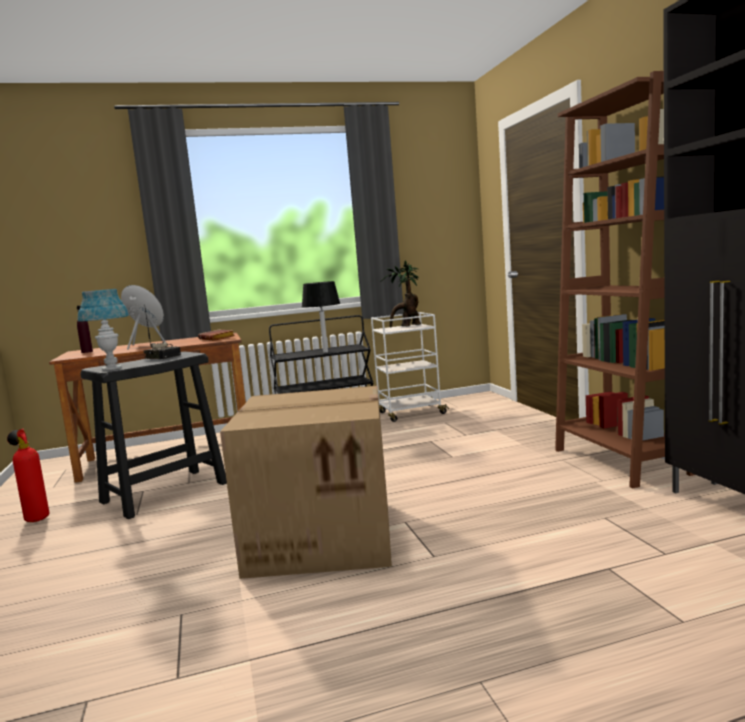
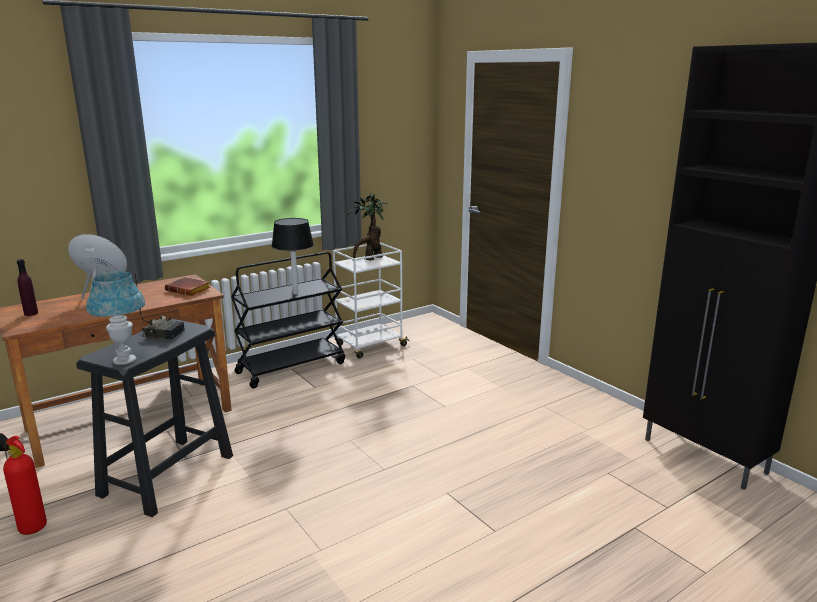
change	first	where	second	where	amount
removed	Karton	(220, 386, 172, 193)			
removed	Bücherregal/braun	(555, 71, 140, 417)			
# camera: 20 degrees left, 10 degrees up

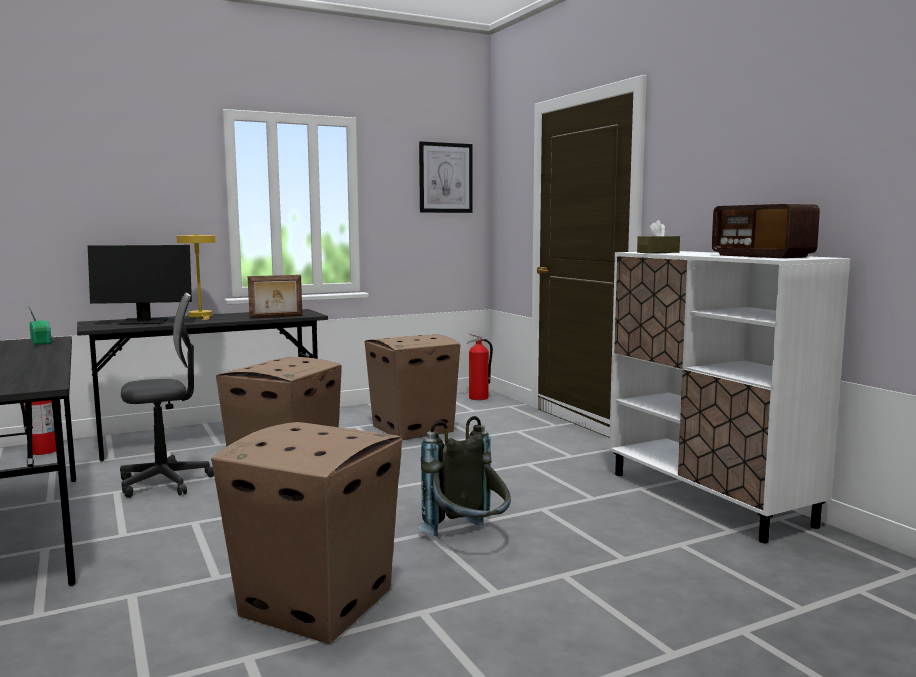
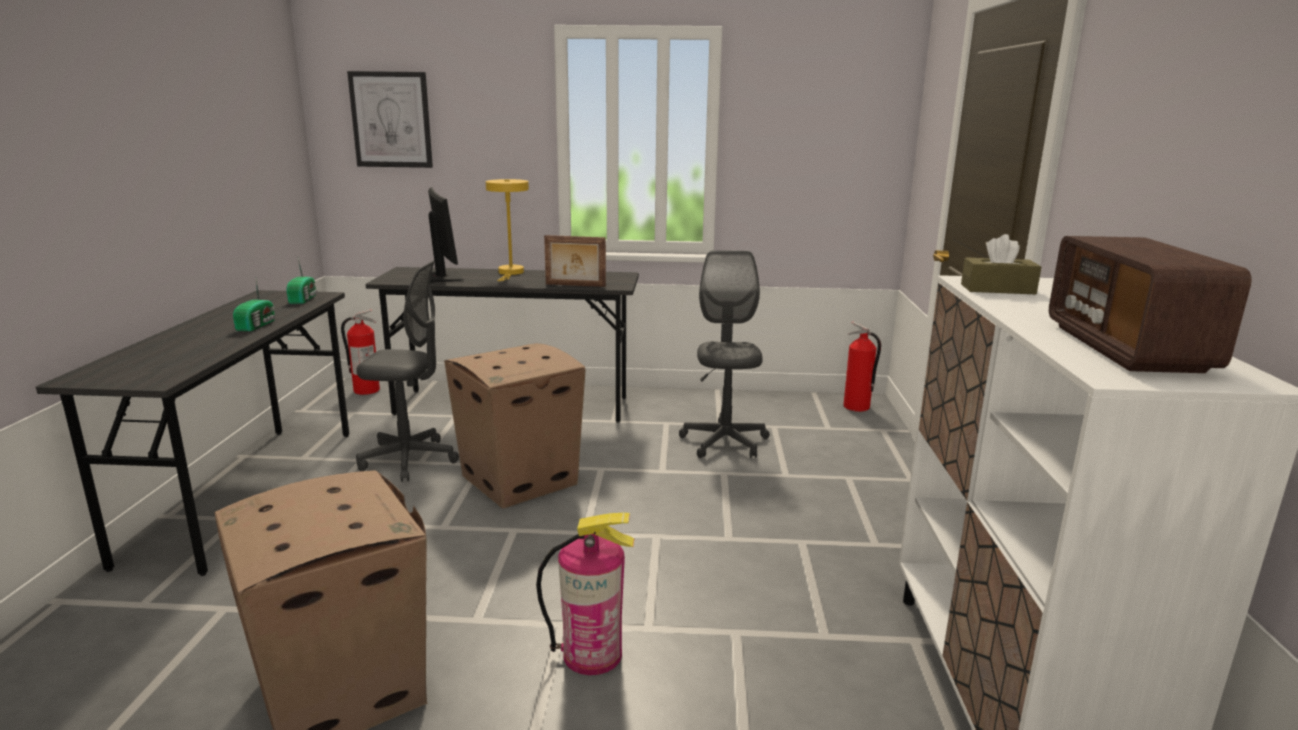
change	first	where	second	where	amount
added			Radio	(233, 279, 42, 52)	
moved	Bild	(419, 141, 54, 72)		(347, 71, 86, 97)	
replaced	Karton	(365, 335, 95, 105)	Bürostuhl/grau	(679, 250, 90, 208)	
replaced	Rucksack/grau	(418, 416, 93, 120)	Feuerlöscher	(536, 513, 98, 162)	
turned	Monitor	(88, 245, 104, 80)		(428, 187, 36, 96)	135 degrees counterclockwise
# camera: 30 degrees right, 10 degrees up

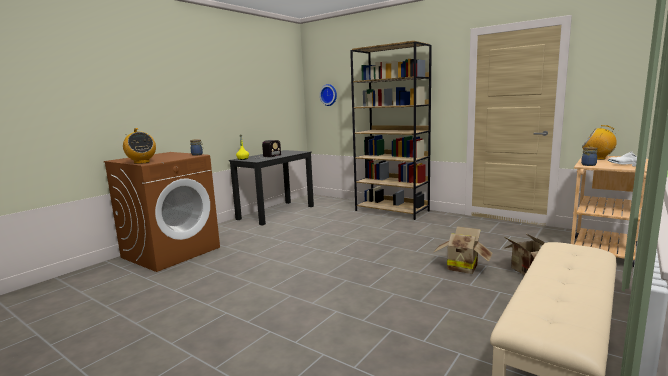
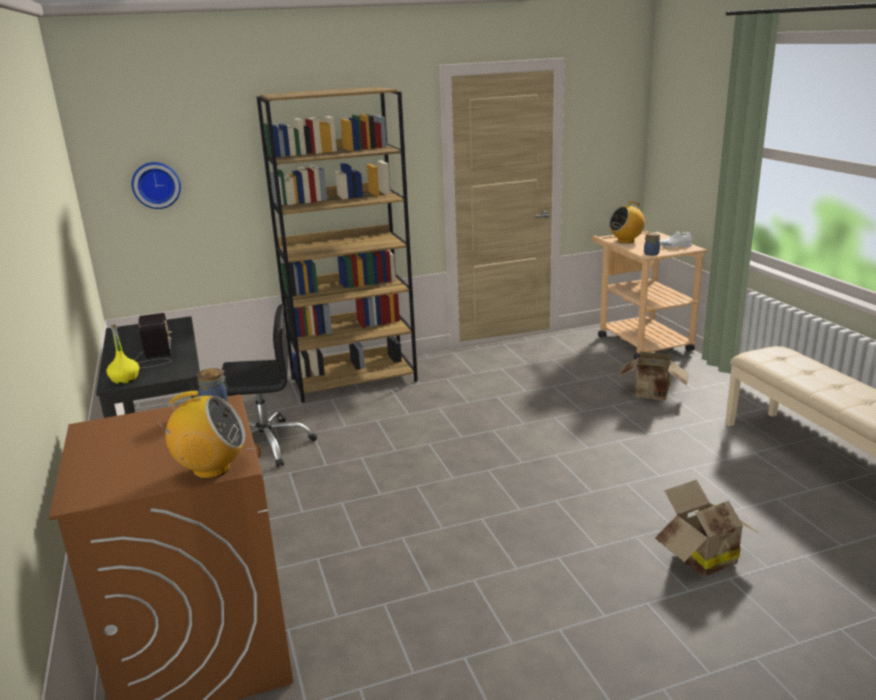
change	first	where	second	where	amount
added			Bürostuhl/schwarz	(222, 304, 95, 164)	
moved	Karton	(433, 226, 60, 48)		(655, 480, 104, 97)	
# camera: 55 degrees left, 10 degrees up

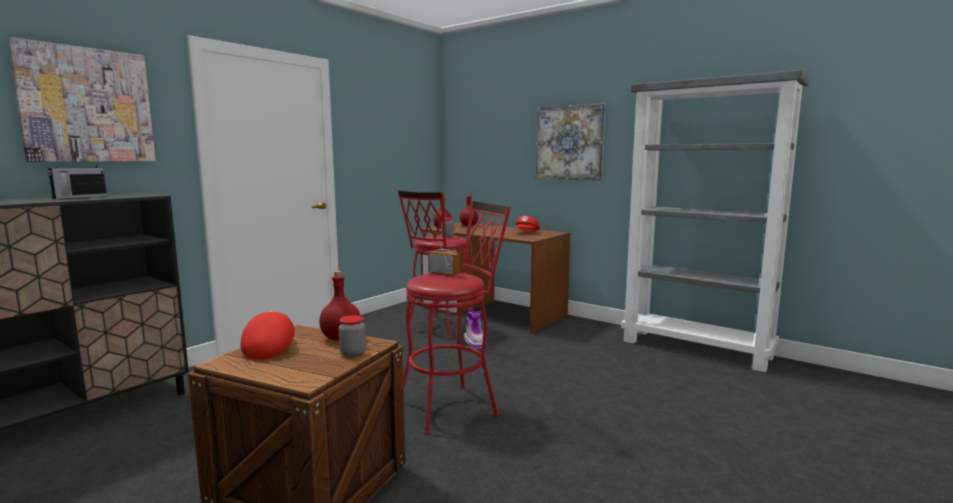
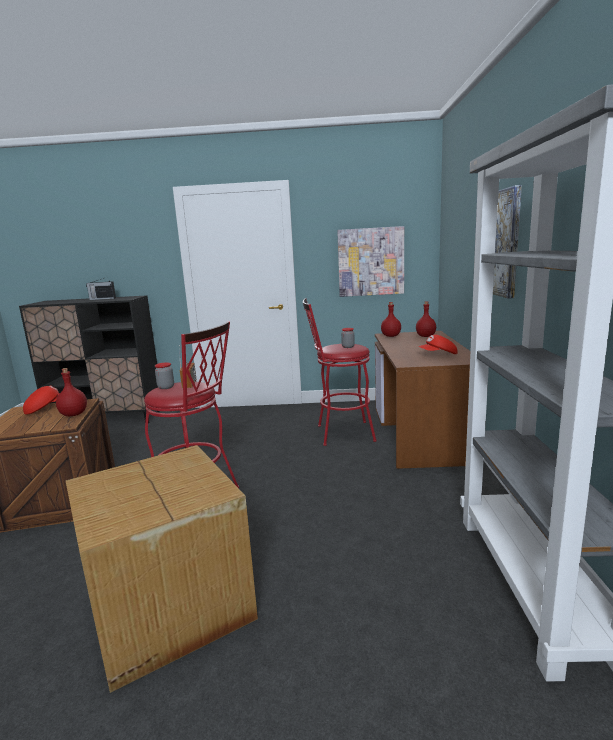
change	first	where	second	where	amount
removed	Stiefel	(464, 308, 23, 41)			
added			Karton	(66, 445, 192, 248)	
moved	Bild	(8, 37, 147, 125)		(337, 226, 67, 71)	
moved	Vorratsglas	(339, 315, 27, 42)		(155, 362, 19, 27)	
# camera: 55 degrees right, 5 degrees up

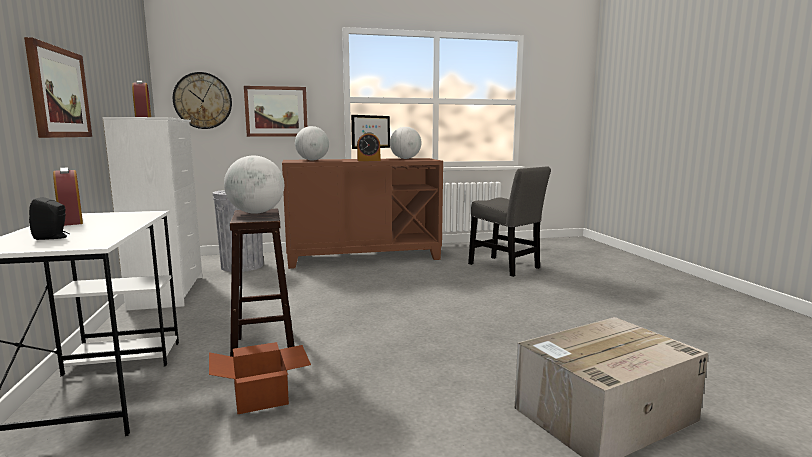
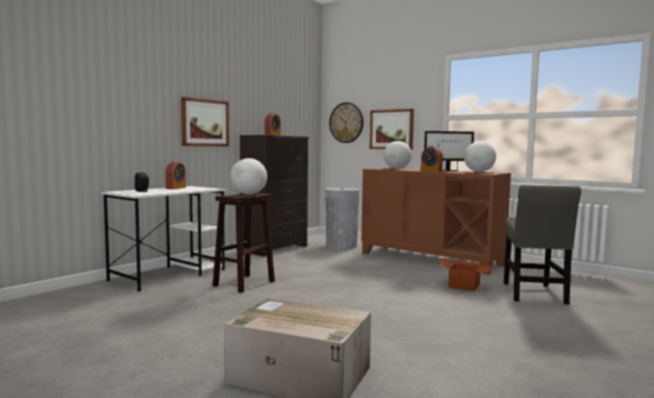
change	first	where	second	where	amount
moved	Karton	(209, 342, 102, 73)		(438, 257, 55, 34)	
recoloured	Kommode/weiß	(103, 117, 99, 194)	Kommode/schwarz	(239, 135, 70, 122)	
# camera: 50 degrees right, 5 degrees down

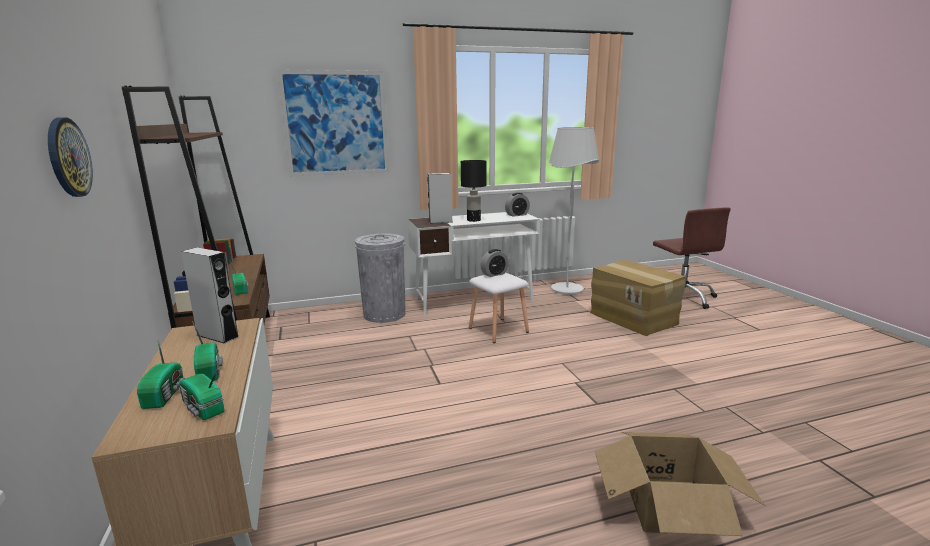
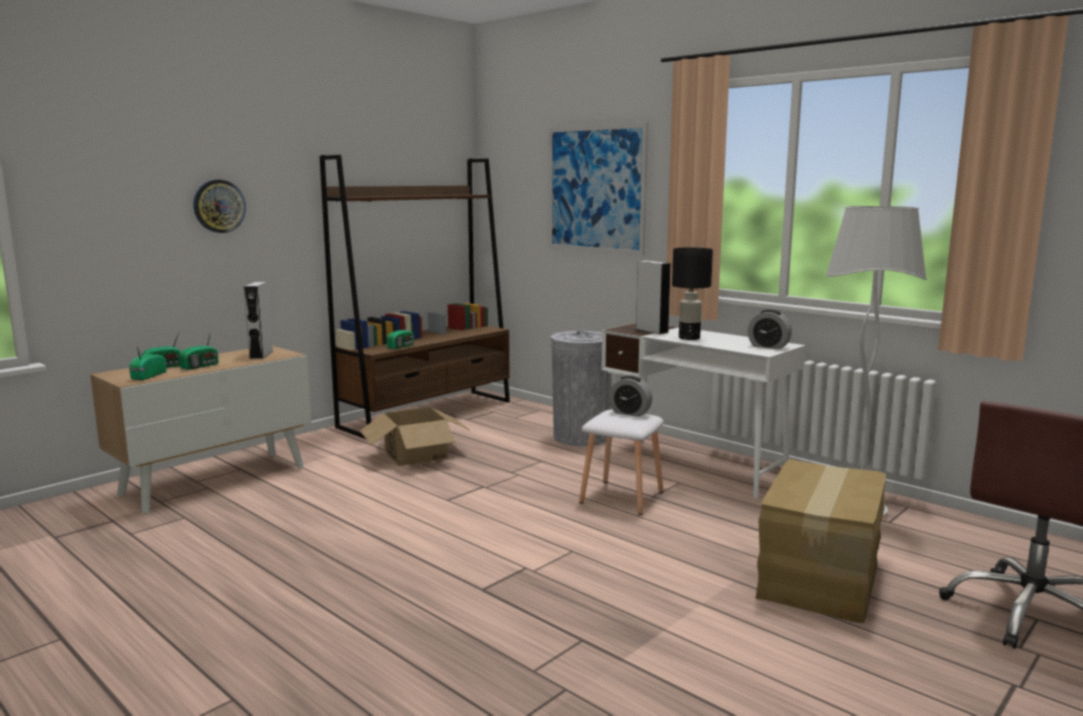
change	first	where	second	where	amount
moved	Karton	(595, 432, 170, 104)		(360, 407, 111, 59)	
# camera: 60 degrees right, 5 degrees down

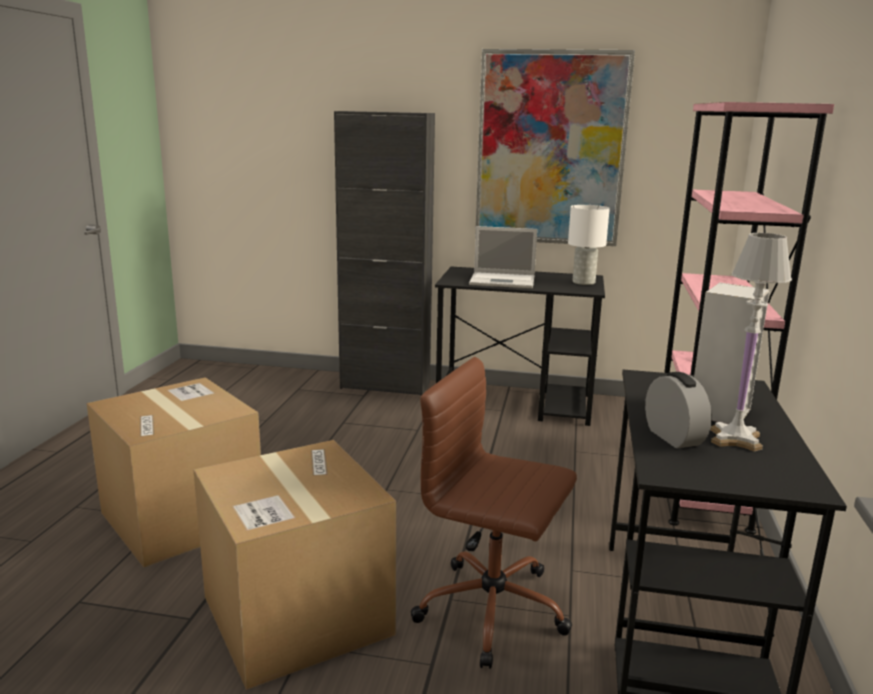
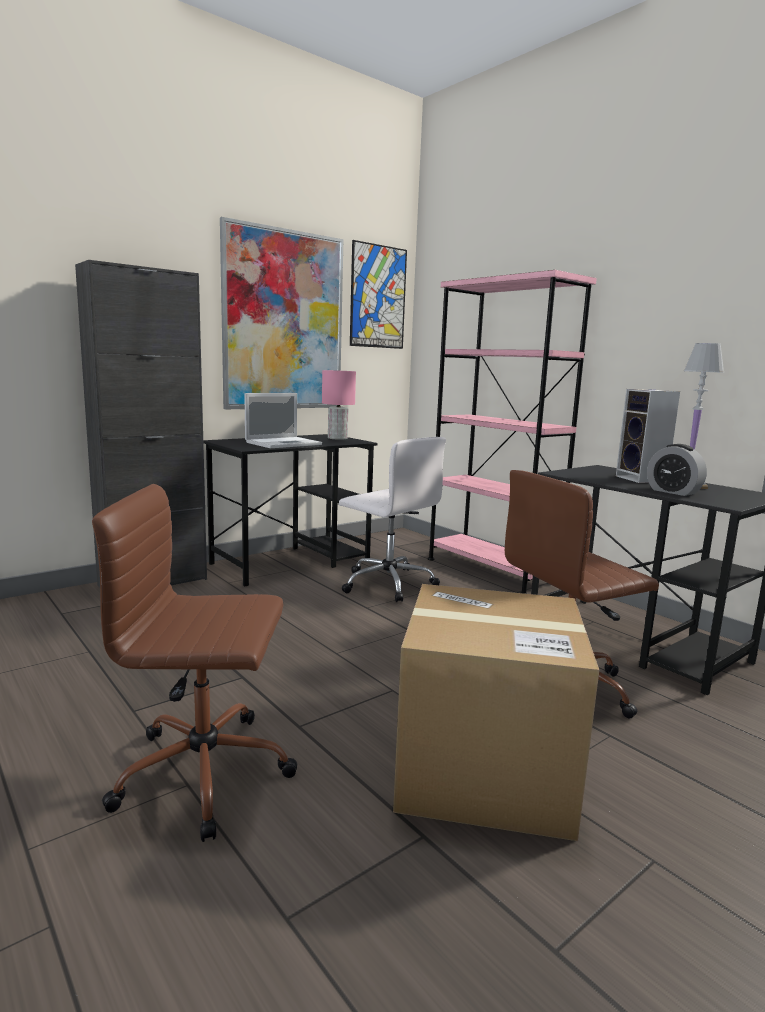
change	first	where	second	where	amount
added			Bürostuhl/weiß	(339, 437, 107, 165)	
added			Bild	(350, 240, 57, 109)	
replaced	Karton	(87, 377, 174, 191)	Bürostuhl/braun	(92, 484, 205, 358)	
recoloured	Tischlampe/weiß	(568, 205, 42, 80)	Tischlampe/rosa	(322, 370, 34, 70)	
turned	Wecker	(645, 372, 67, 76)		(647, 444, 60, 52)	150 degrees counterclockwise
# camera: 50 degrees left, 5 degrees down

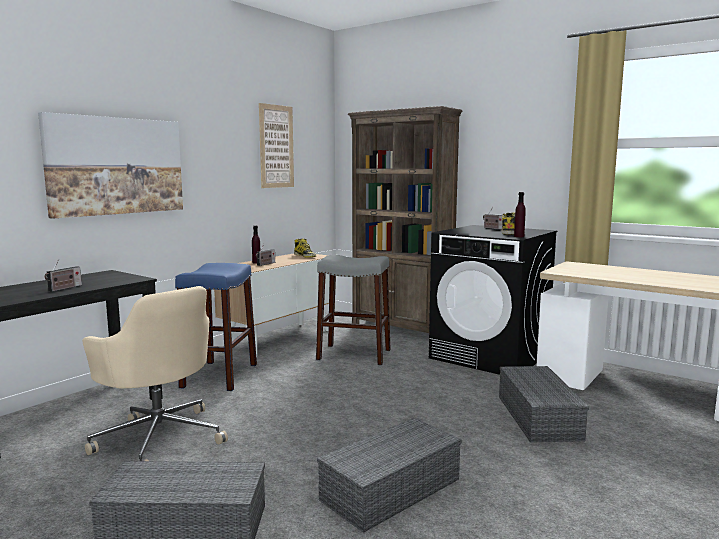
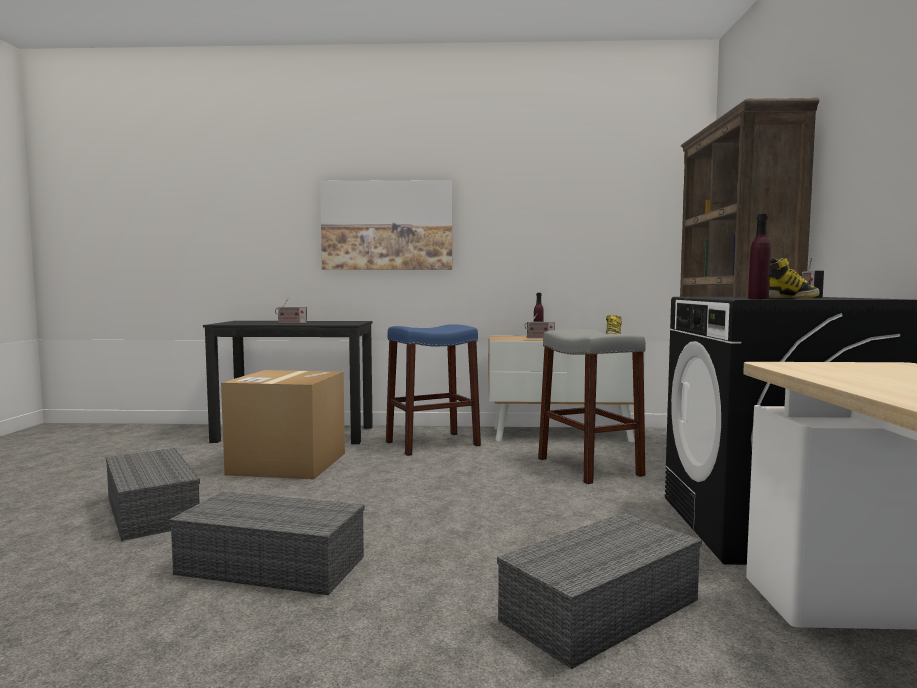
change	first	where	second	where	amount
removed	Bild	(259, 103, 35, 85)			
replaced	Bürostuhl/beige	(82, 286, 146, 175)	Karton	(221, 370, 124, 110)	
# camera: 55 degrees right, 5 degrees down

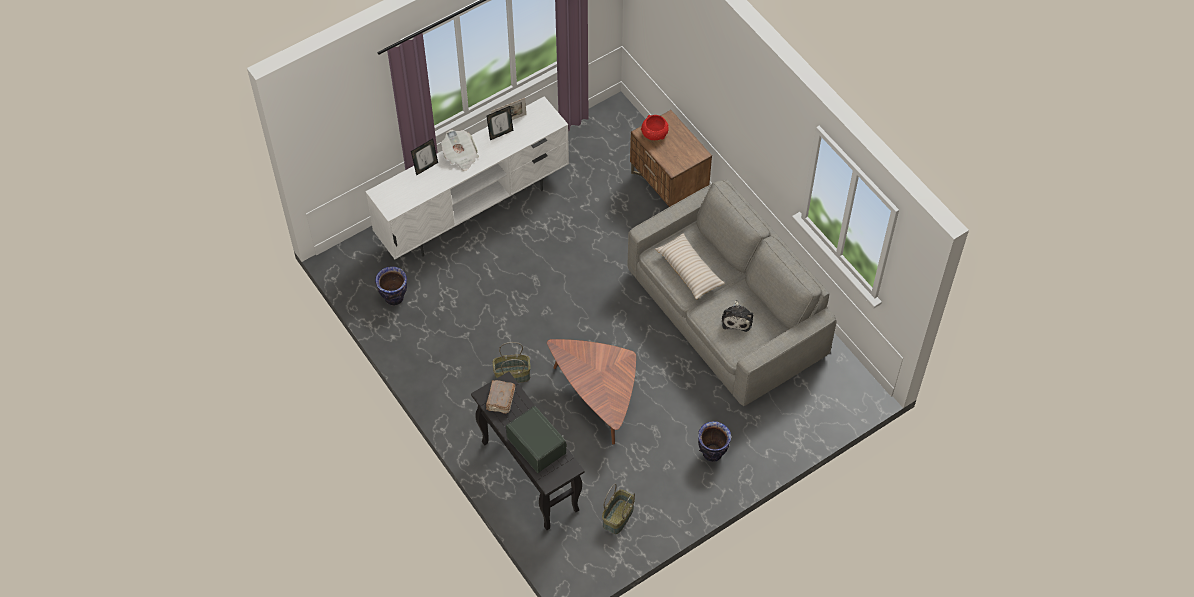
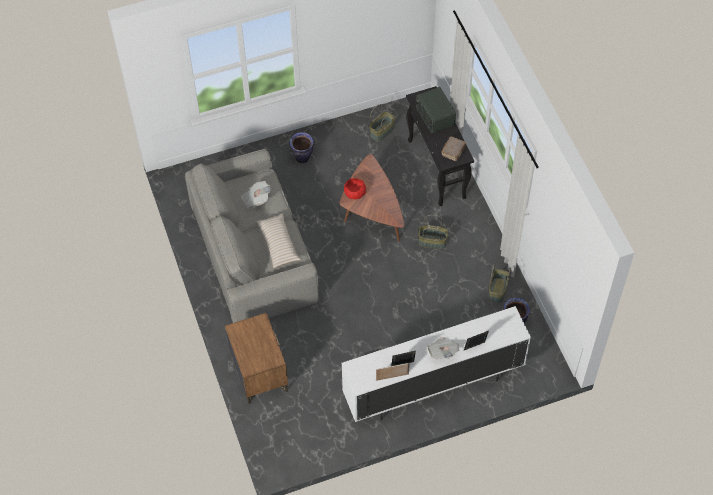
change	first	where	second	where	amount
added			Korb	(488, 264, 23, 39)	
moved	Schüssel/rot	(641, 115, 28, 25)		(344, 178, 22, 21)	
replaced	Plüschtier	(722, 300, 31, 32)	Zeitung	(241, 181, 30, 28)	
# camera: 165 degrees left, 0 degrees up

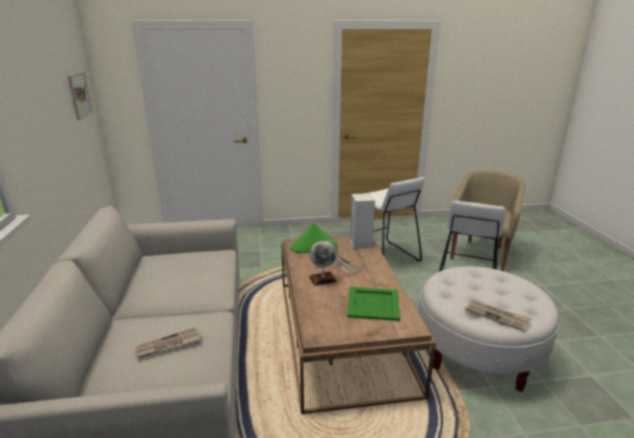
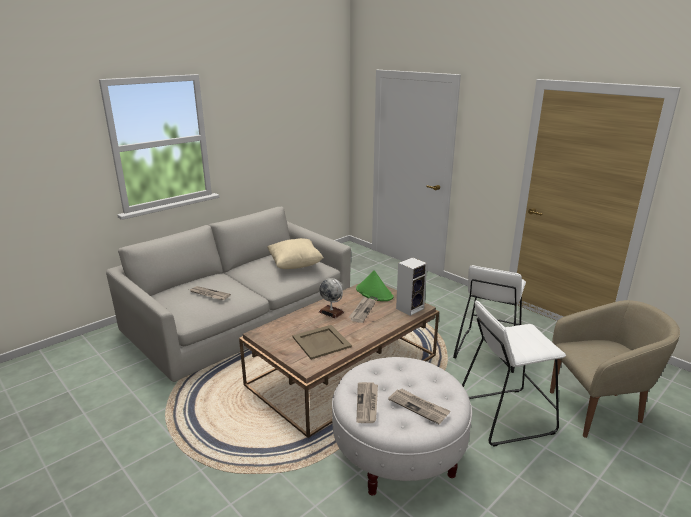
change	first	where	second	where	amount
removed	Bild	(68, 72, 25, 48)			
added			Kissen/beige	(267, 238, 56, 31)	
added			Zeitung	(388, 389, 62, 35)	
recoloured	Tablett/grün	(347, 287, 53, 34)	Tablett/beige	(292, 325, 60, 35)	
# camera: 55 degrees right, 0 degrees up

